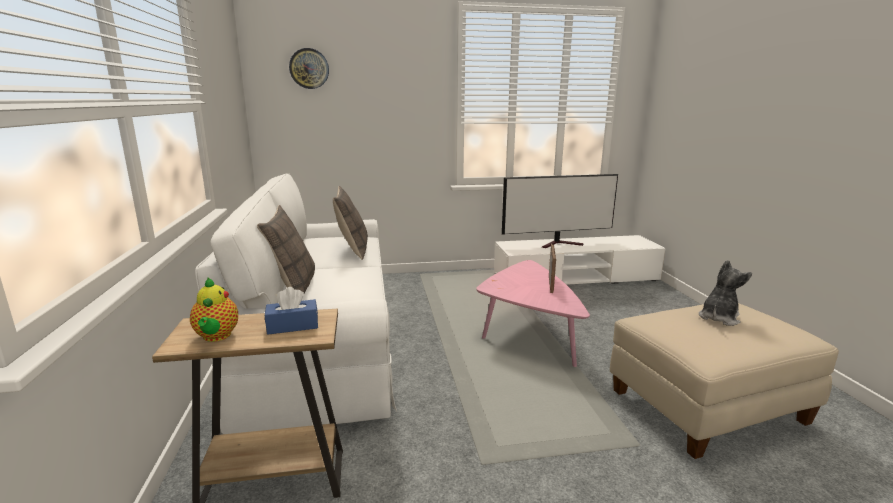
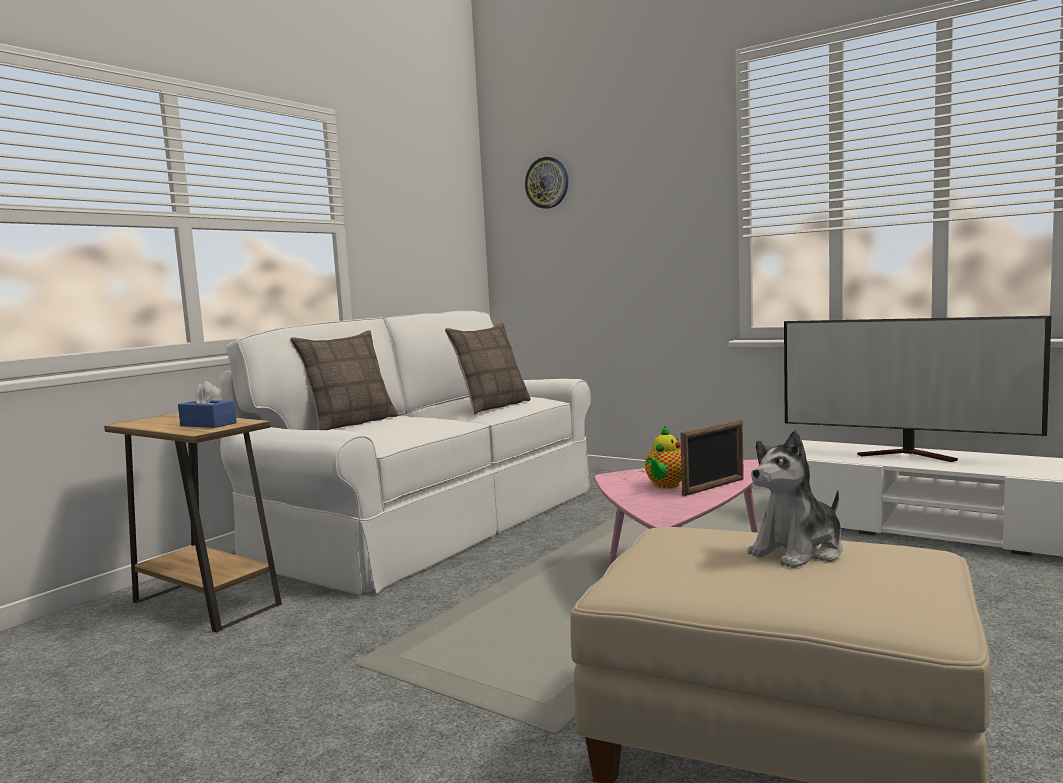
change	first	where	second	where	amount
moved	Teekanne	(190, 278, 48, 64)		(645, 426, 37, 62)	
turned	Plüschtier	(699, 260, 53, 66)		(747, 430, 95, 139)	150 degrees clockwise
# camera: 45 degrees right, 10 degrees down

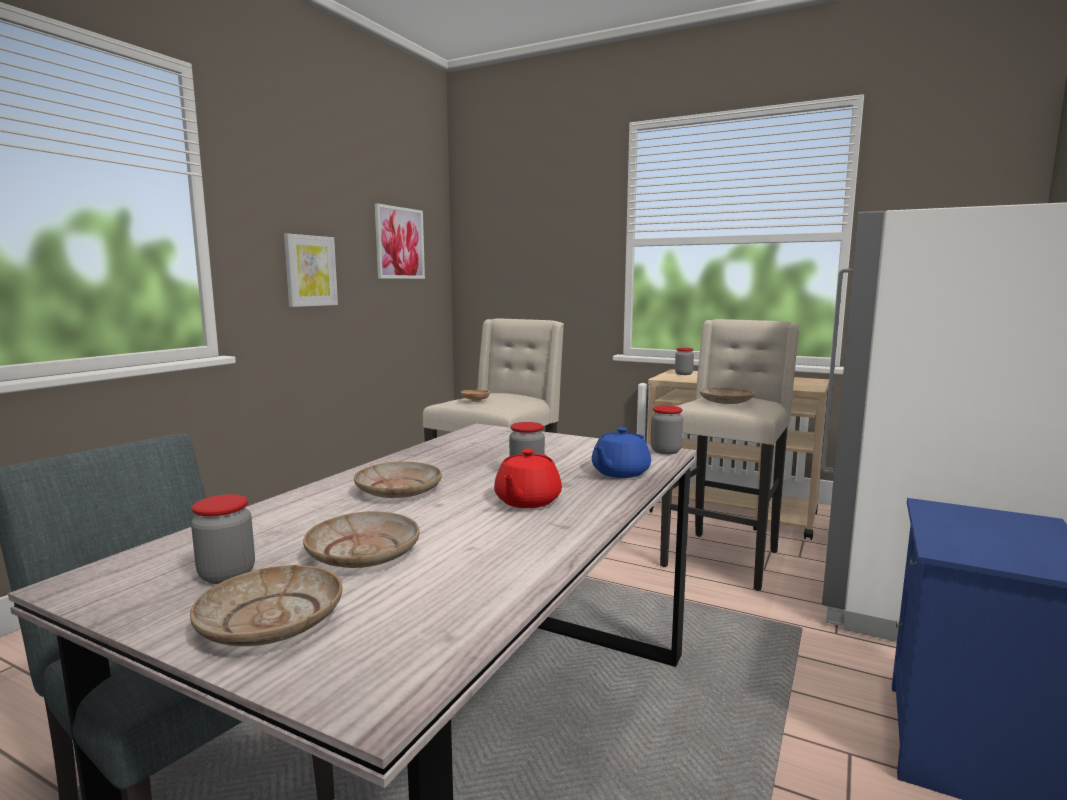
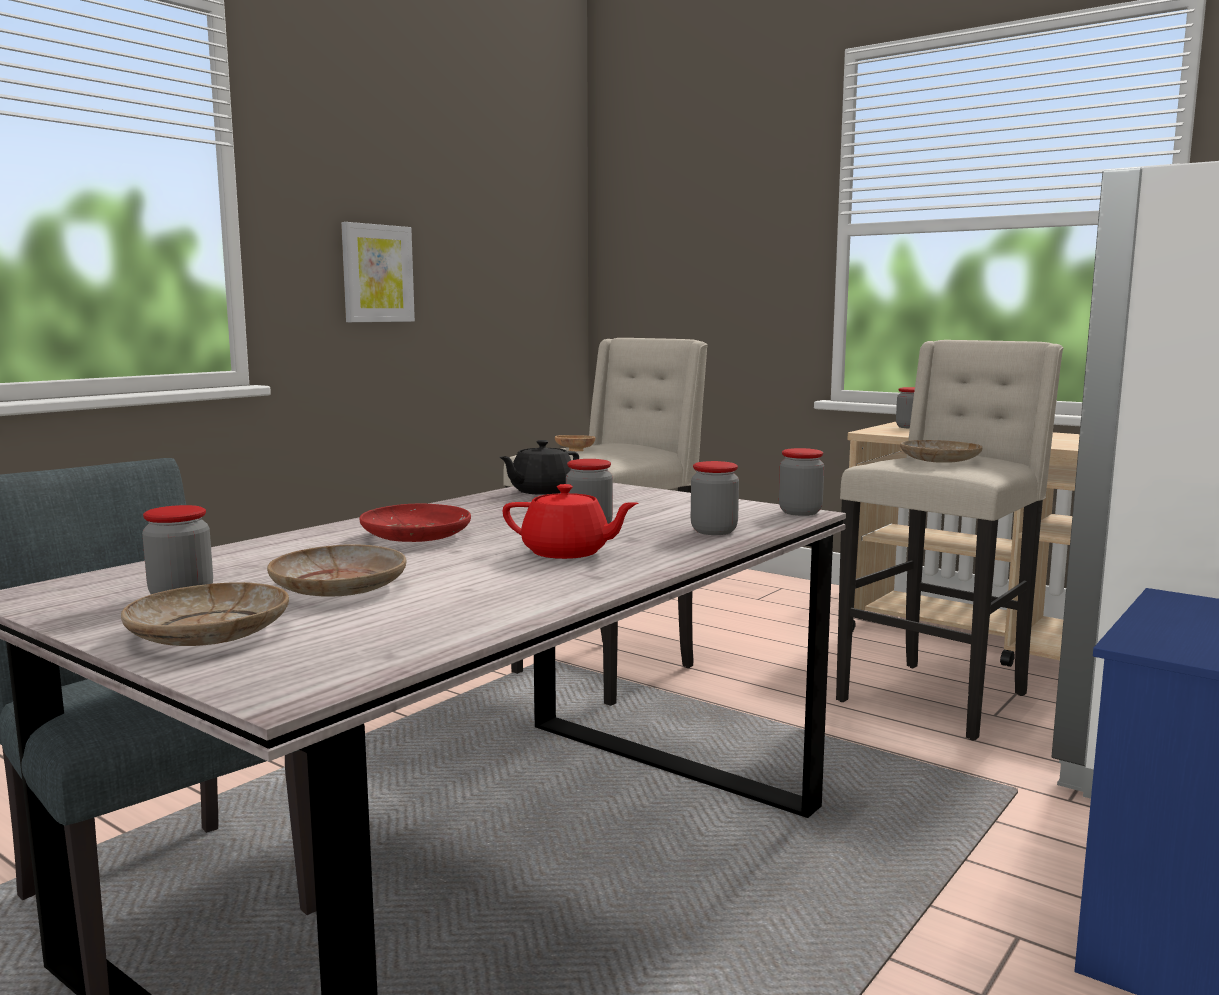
change	first	where	second	where	amount
removed	Bild	(375, 203, 50, 76)			
added			Teekanne/schwarz	(499, 440, 80, 55)	
replaced	Teekanne/blau	(592, 427, 59, 51)	Vorratsglas	(691, 461, 48, 74)	
recoloured	Teller/beige	(354, 461, 88, 37)	Teller/rot	(360, 503, 111, 39)	
turned	Teekanne/rot	(494, 449, 68, 59)		(502, 484, 136, 75)	105 degrees counterclockwise
# camera: 10 degrees right, 0 degrees up

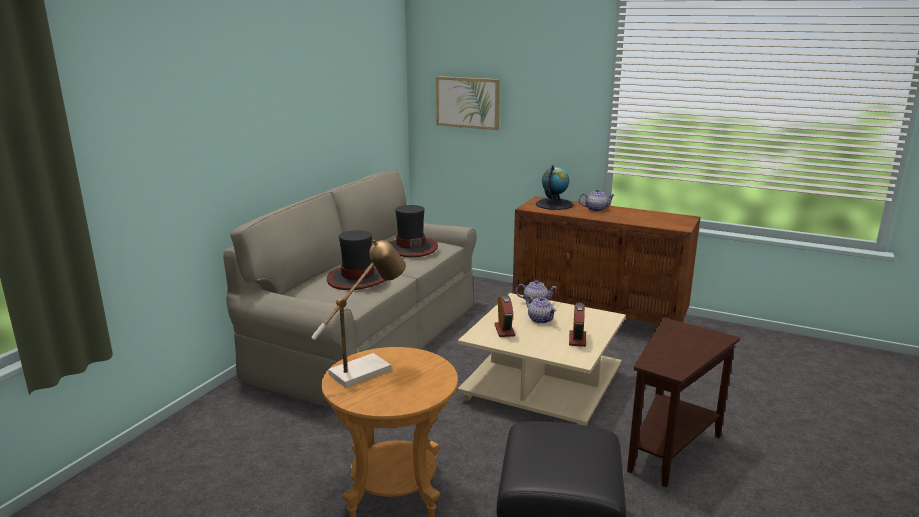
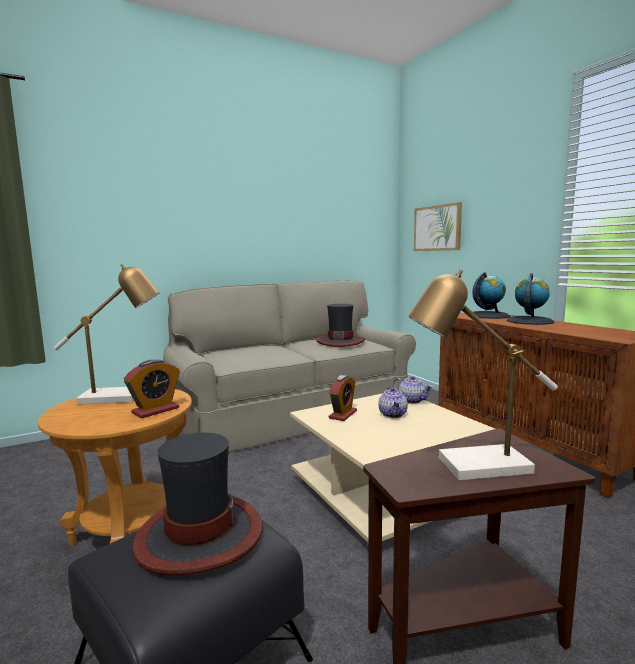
change	first	where	second	where	amount
added			Tischlampe	(408, 269, 150, 211)	
moved	Hut	(327, 230, 59, 60)		(132, 433, 131, 142)	
moved	Wecker	(569, 302, 17, 45)		(124, 359, 56, 59)	
replaced	Teekanne	(579, 189, 36, 23)	Globus	(507, 274, 47, 51)	
# camera: 35 degrees right, 10 degrees down

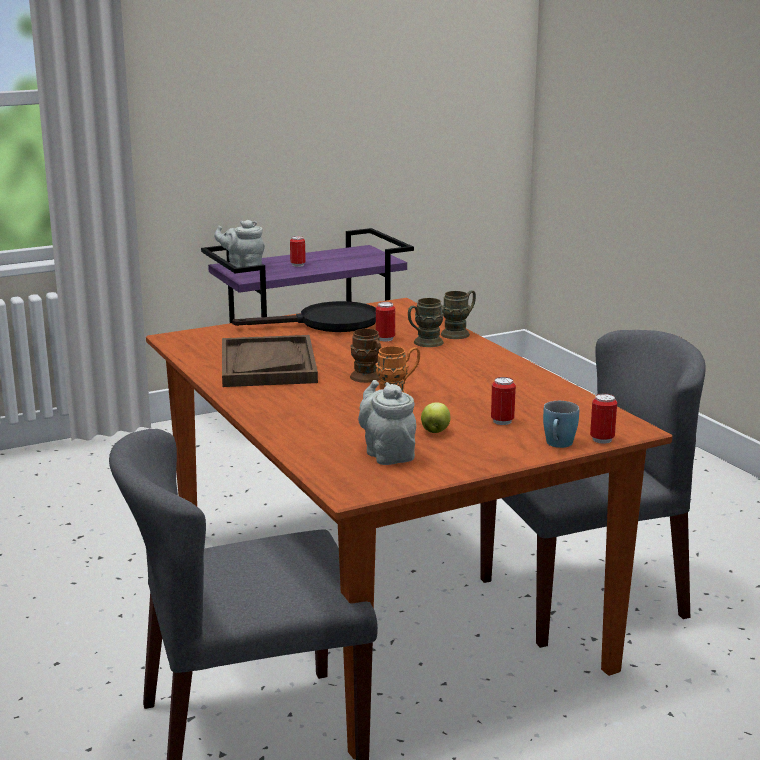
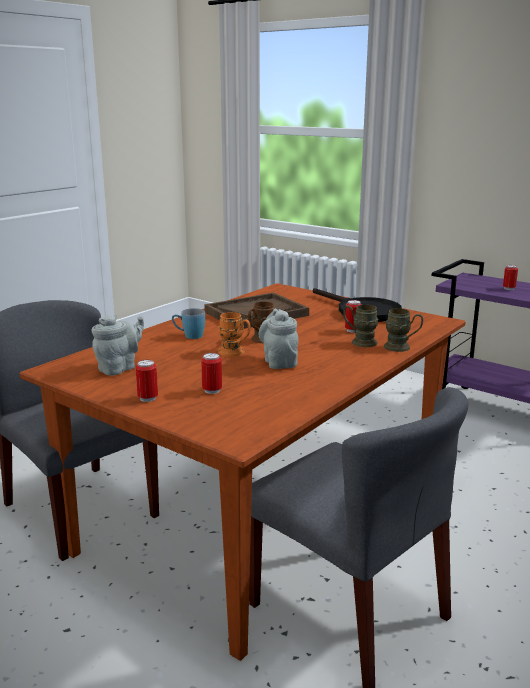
change	first	where	second	where	amount
removed	Apfel	(421, 402, 30, 31)			
moved	Teekanne/grau	(214, 220, 51, 48)		(258, 309, 41, 60)	
moved	Henkelbecher/blau	(543, 401, 36, 47)		(172, 308, 33, 31)	
moved	Dose	(590, 394, 27, 50)		(136, 360, 22, 42)	
# camera: 65 degrees right, 0 degrees up

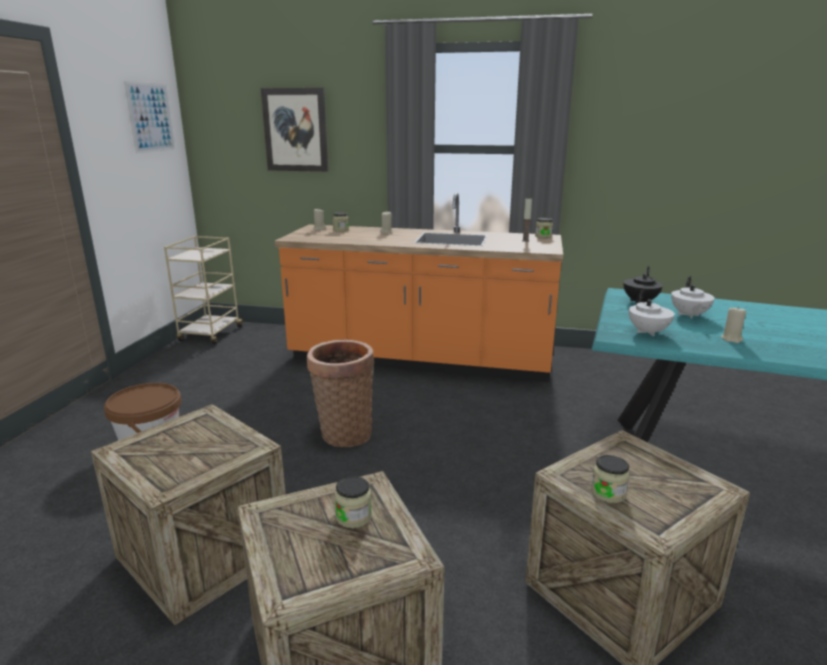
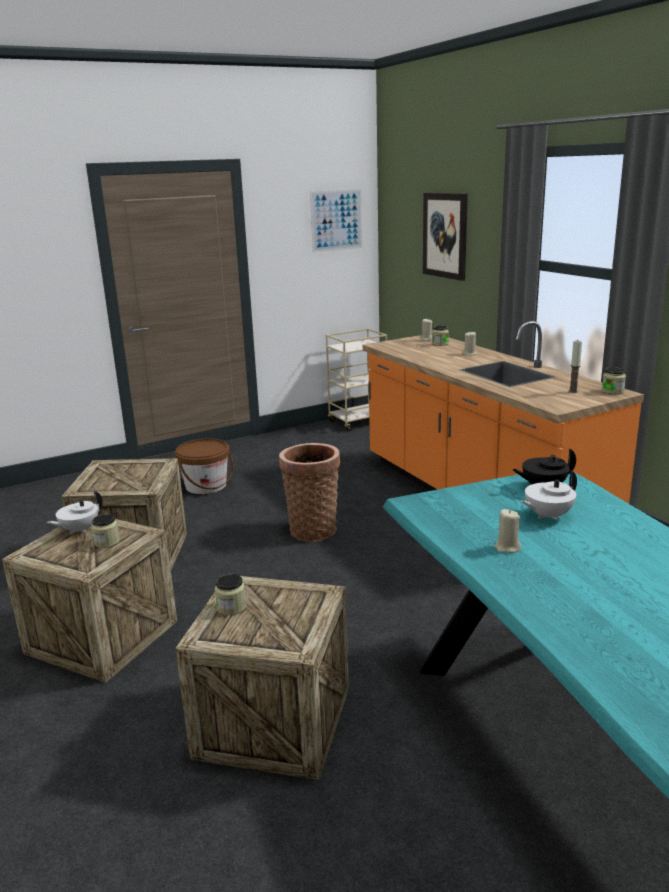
change	first	where	second	where	amount
moved	Teekanne/weiß	(629, 290, 46, 46)		(47, 491, 56, 43)	
# camera: 50 degrees right, 0 degrees up

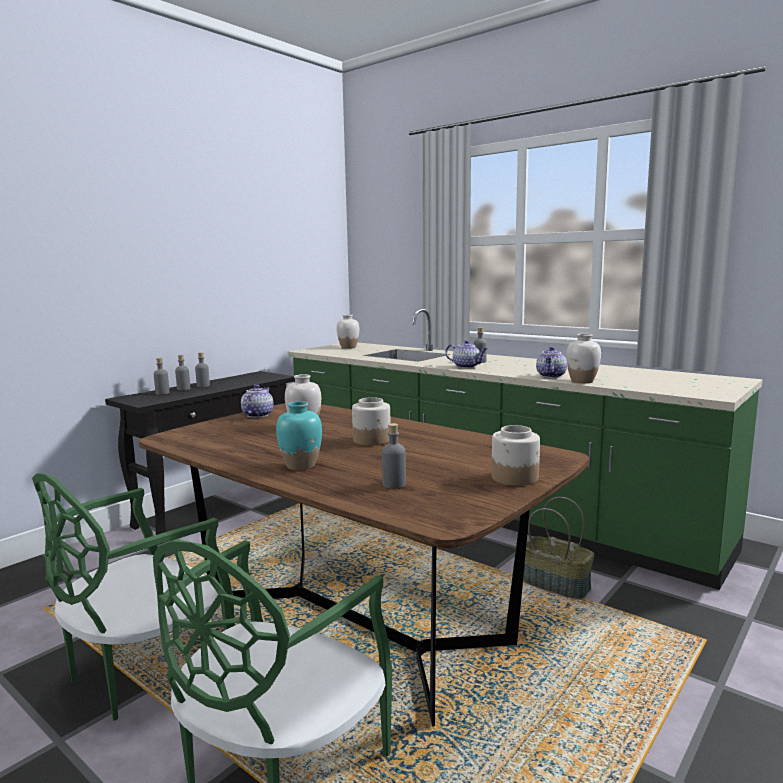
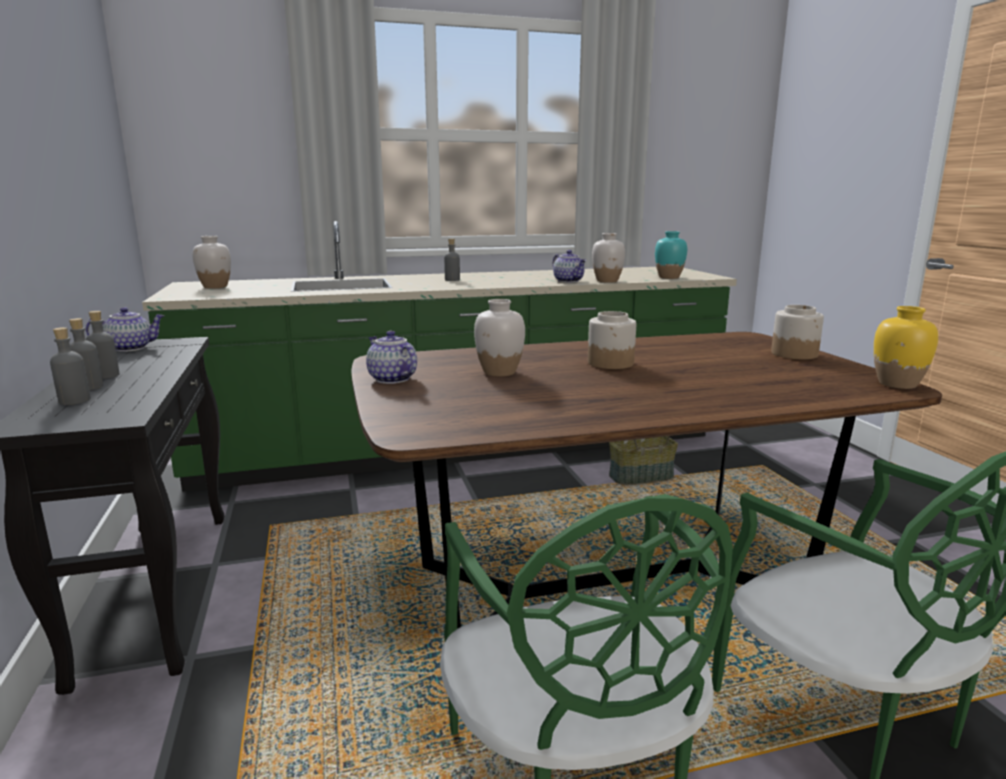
change	first	where	second	where	amount
removed	Flasche/grau	(382, 423, 24, 66)			
added			Vase/gelb	(874, 306, 64, 83)	
moved	Vase/türkis	(276, 401, 46, 69)		(655, 231, 32, 48)	
moved	Teekanne	(445, 340, 43, 28)		(86, 307, 79, 45)	
# camera: 55 degrees left, 5 degrees up

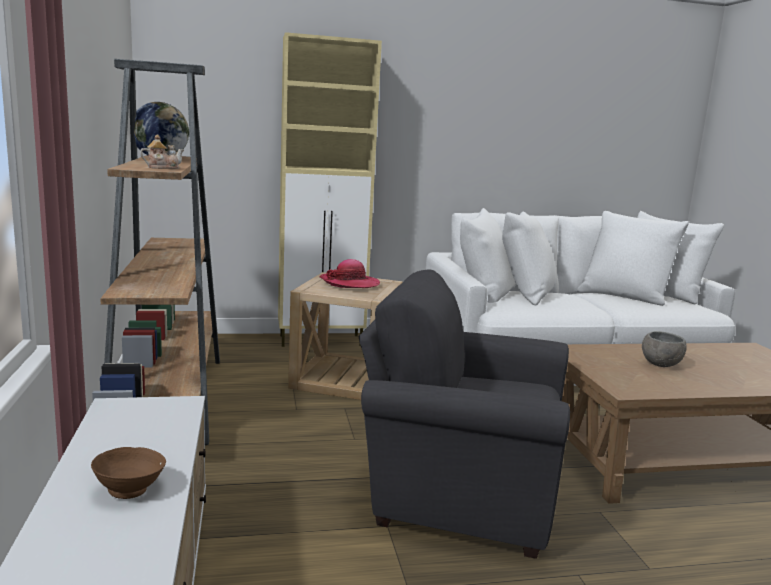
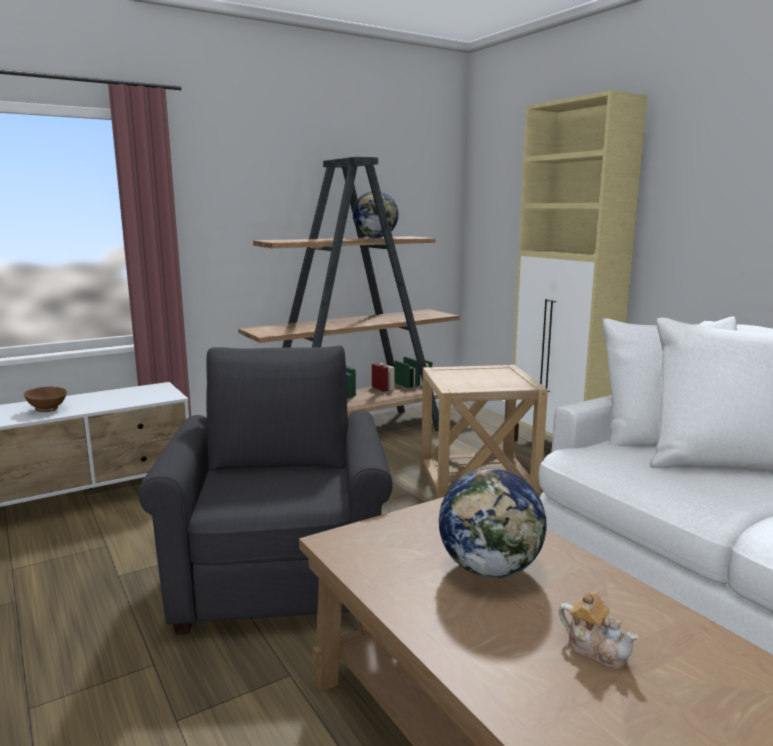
change	first	where	second	where	amount
removed	Hut	(320, 259, 60, 29)			
moved	Teekanne	(140, 135, 44, 34)		(559, 592, 79, 77)	
replaced	Schüssel/grau	(642, 331, 45, 36)	Globus	(439, 468, 108, 110)	
# camera: 70 degrees right, 0 degrees up

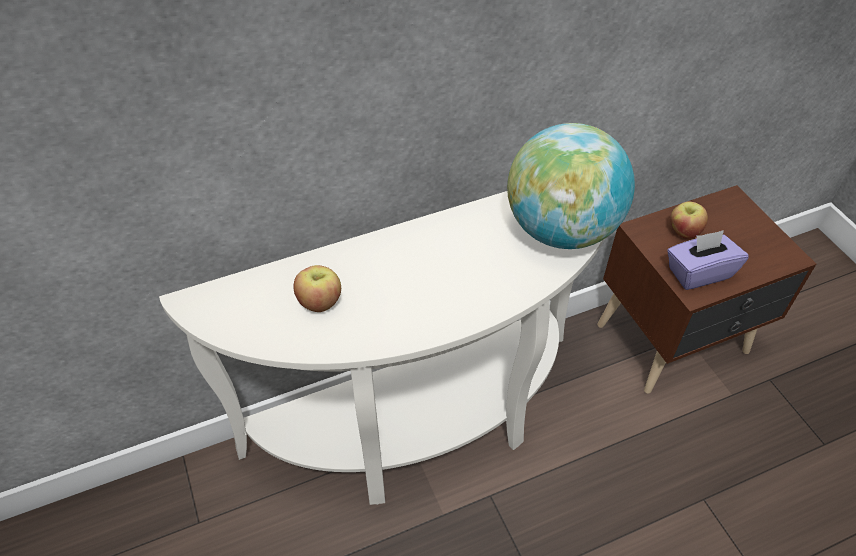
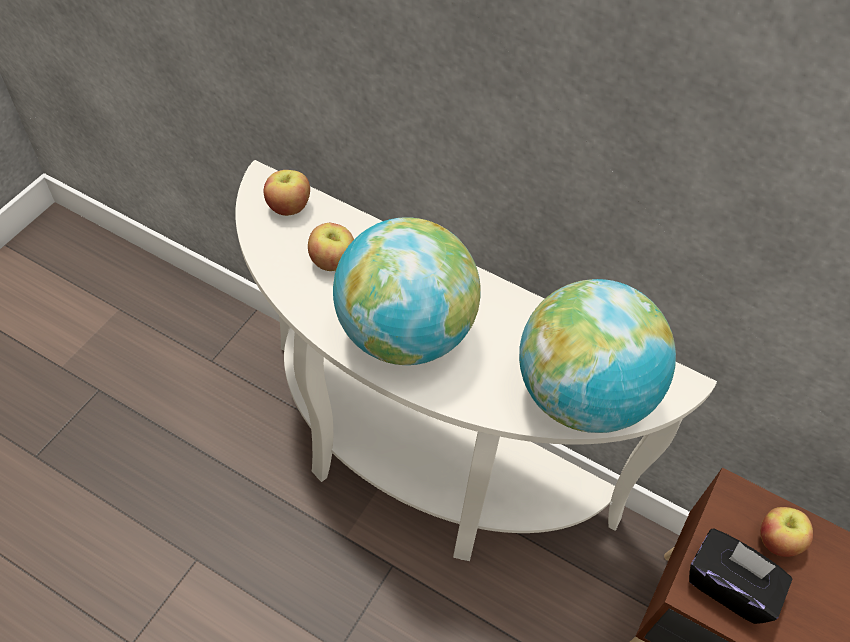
change	first	where	second	where	amount
added			Apfel	(264, 170, 46, 46)	
added			Globus	(333, 217, 148, 148)	
recoloured	Taschentuchbox/lila	(667, 230, 82, 60)	Taschentuchbox/schwarz	(689, 528, 103, 96)	
# camera: 50 degrees right, 5 degrees up

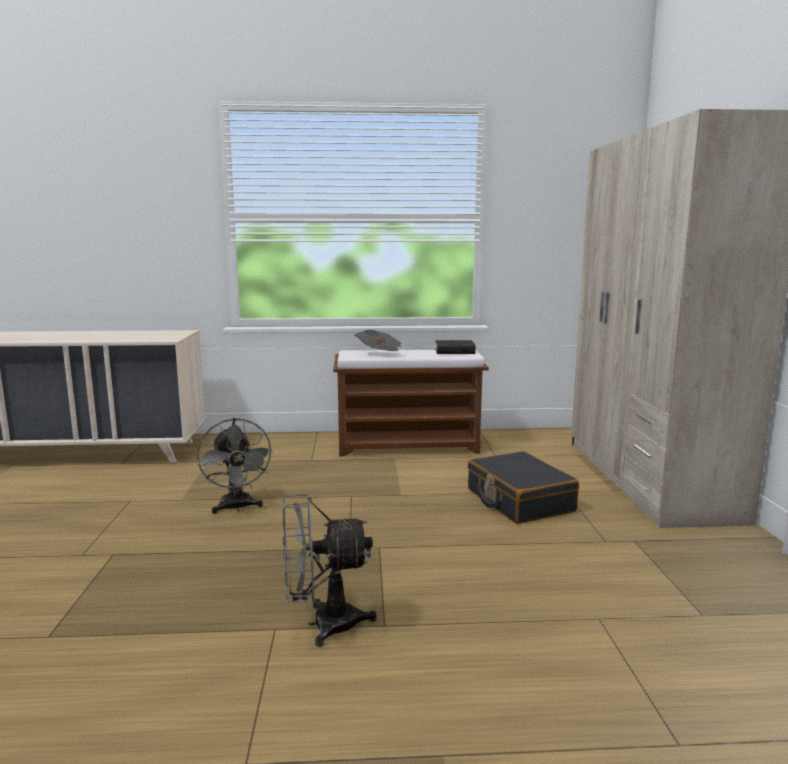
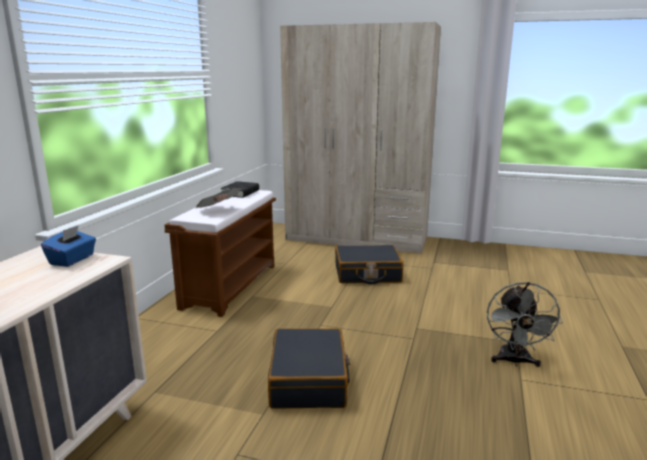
change	first	where	second	where	amount
added			Taschentuchbox/blau	(41, 225, 55, 42)	
replaced	Ventilator/grau	(197, 418, 76, 96)	Koffer/schwarz	(268, 328, 82, 80)	
# camera: 70 degrees left, 5 degrees up

